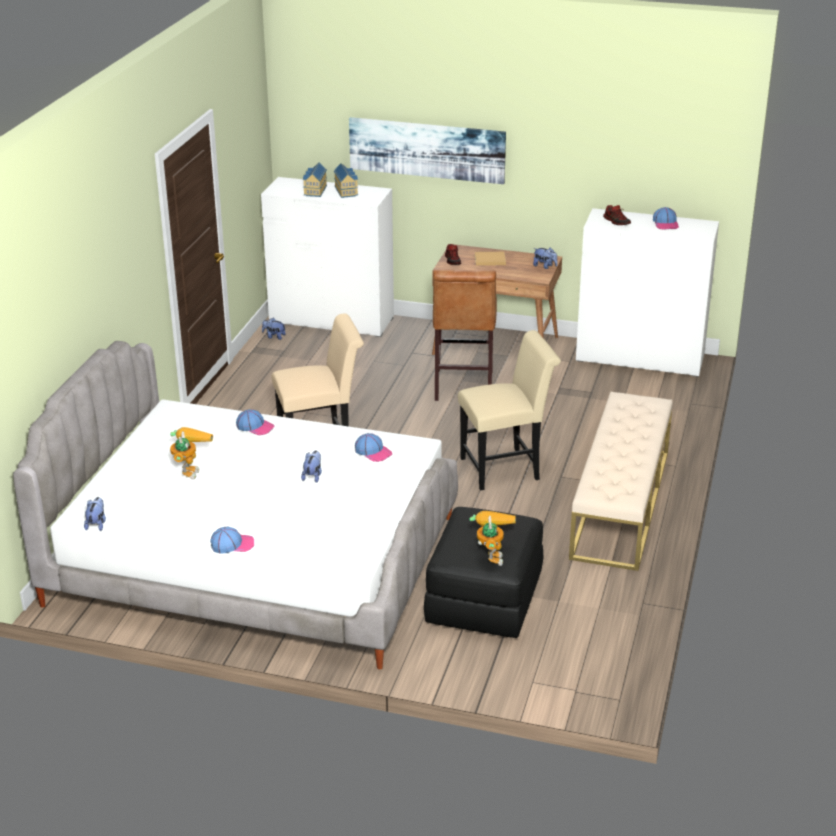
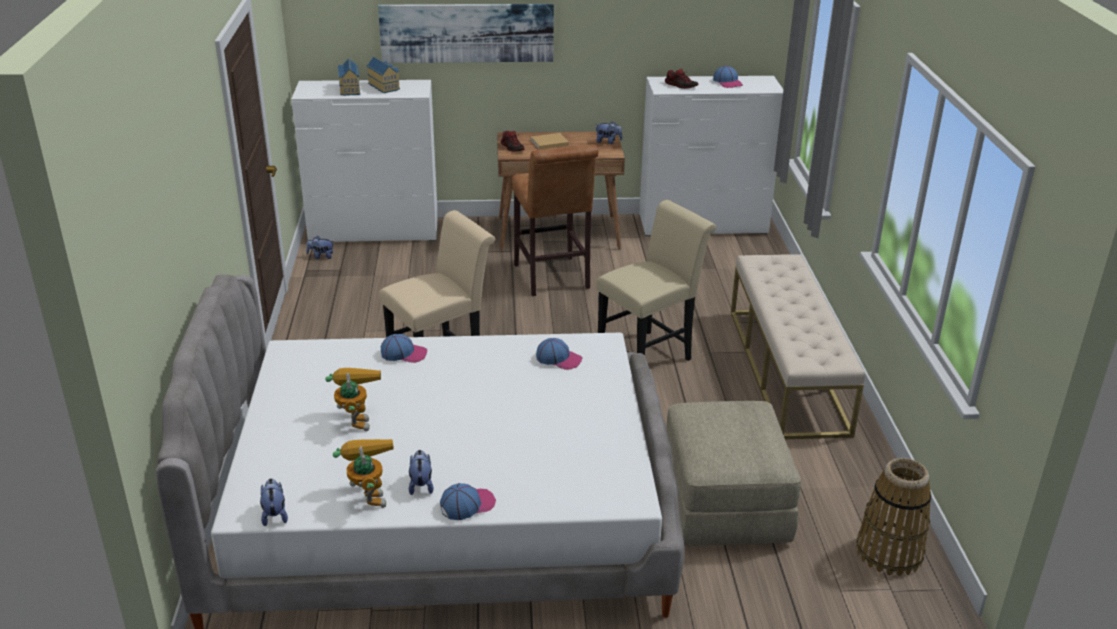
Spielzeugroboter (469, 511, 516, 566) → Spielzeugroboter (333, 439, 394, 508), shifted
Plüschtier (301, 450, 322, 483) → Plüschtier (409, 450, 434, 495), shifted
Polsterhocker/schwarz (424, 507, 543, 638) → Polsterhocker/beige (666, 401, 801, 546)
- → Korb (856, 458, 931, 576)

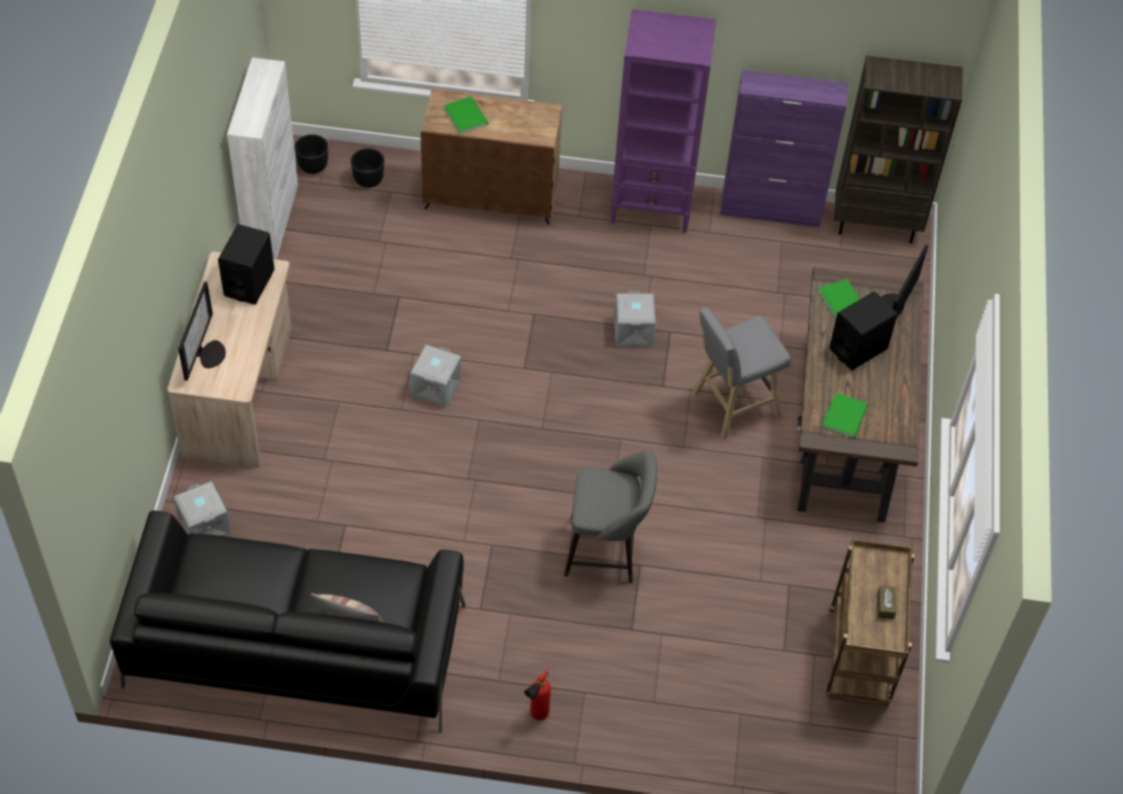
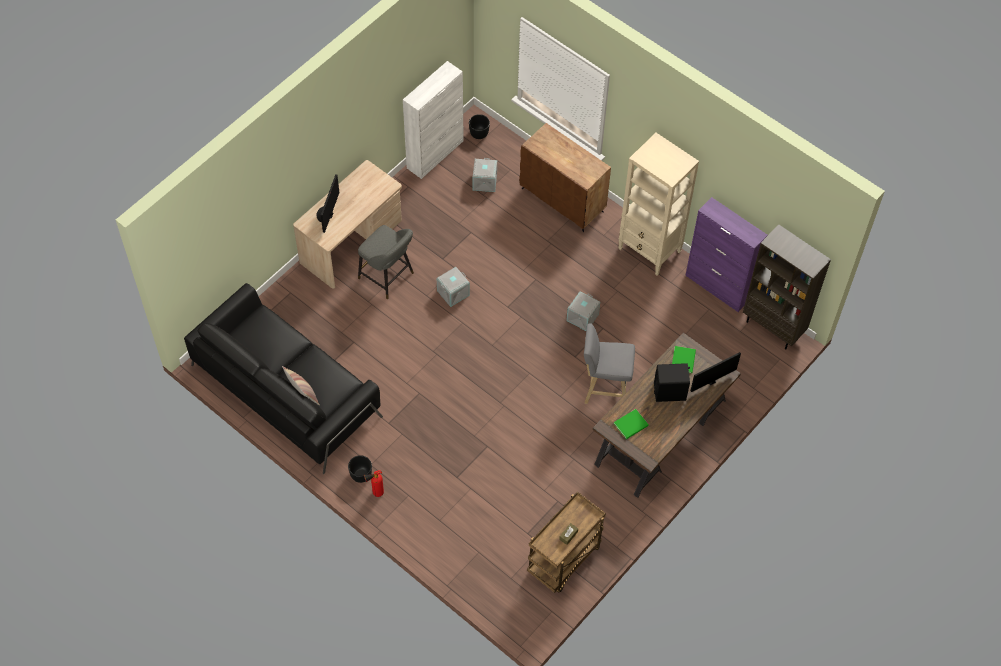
Monitor (178, 281, 226, 381) → Monitor (317, 174, 339, 233), 150 degrees clockwise
Pflanzkübel/schwarz (351, 148, 384, 188) → Pflanzkübel/schwarz (348, 455, 372, 483), shifted
Hocker/grau (564, 451, 657, 583) → Hocker/grau (358, 225, 414, 299), shifted
Aufbewahrungsbox/grau (173, 481, 232, 536) → Aufbewahrungsbox/grau (473, 158, 497, 192), shifted
Bücherregal/lila (611, 9, 716, 233) → Bücherregal/beige (618, 133, 699, 276)
Lautsprecher/schwarz (218, 224, 275, 305) → -
Buch/grün (443, 96, 488, 134) → -

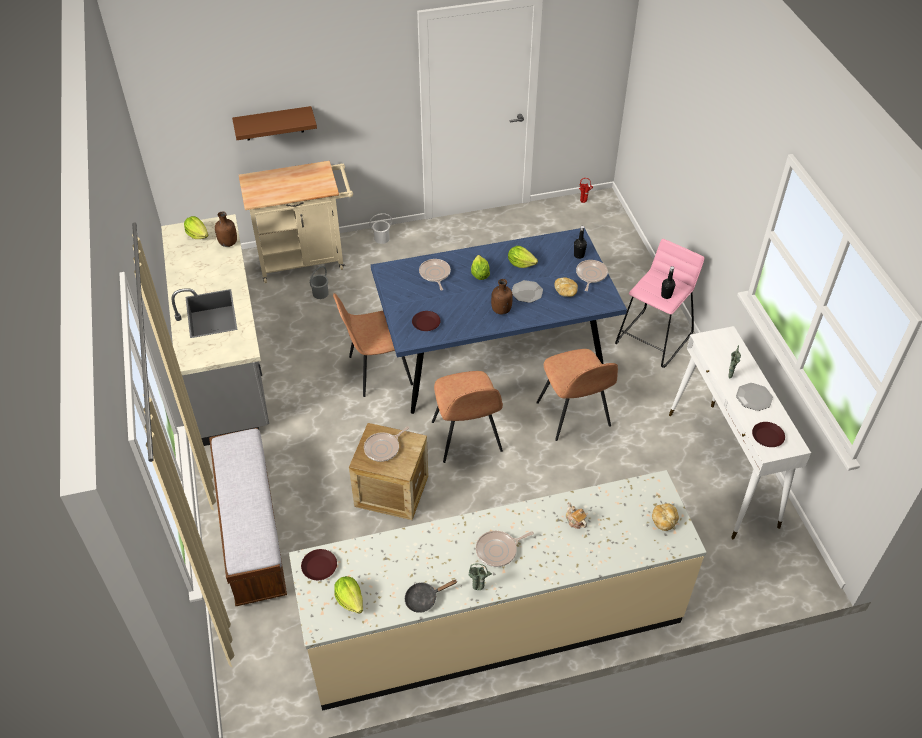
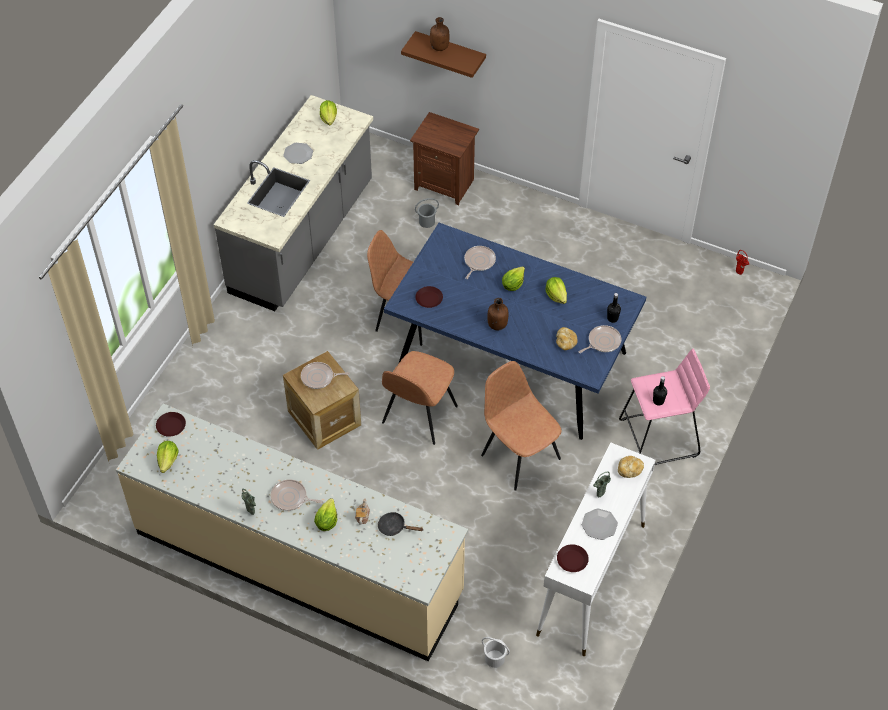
Teller (512, 280, 543, 303) → Teller (283, 143, 313, 164), shifted
- → Salatkopf (314, 498, 337, 531)
Pfanne/schwarz (405, 580, 458, 613) → Pfanne/schwarz (378, 512, 424, 536), shifted
Rollwagen/beige (239, 161, 353, 283) → Nachttisch/braun (410, 112, 479, 205)
Flasche/braun (215, 211, 237, 247) → Flasche/braun (430, 17, 449, 51), shifted
Stuhl/braun (536, 349, 618, 441) → Stuhl/braun (481, 361, 561, 491), 120 degrees clockwise
Eimer/weiß (369, 213, 392, 244) → Eimer/weiß (482, 637, 510, 668), shifted
Brot (652, 503, 679, 531) → Brot (618, 456, 644, 478), shifted
Bank (209, 428, 287, 606) → -

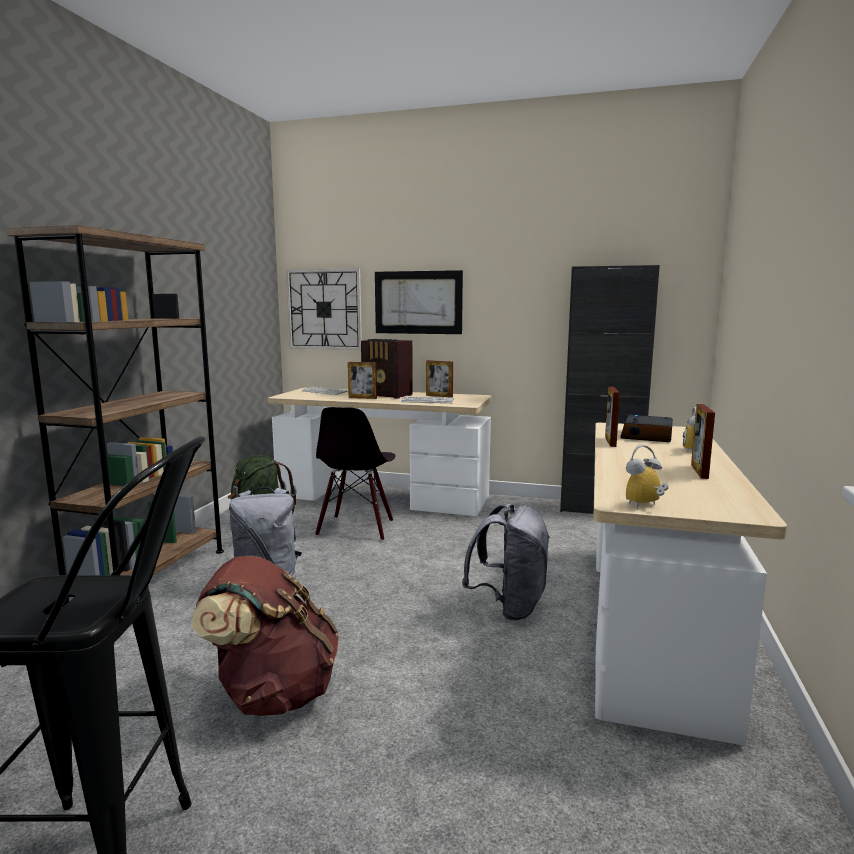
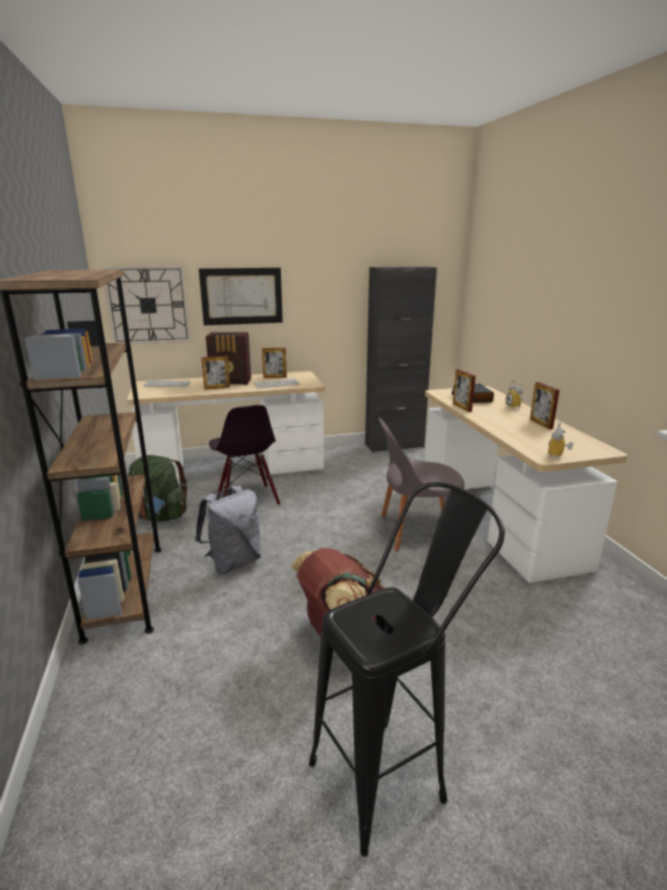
Rucksack/grau (462, 504, 550, 621) → Stuhl/grau (379, 418, 465, 552)

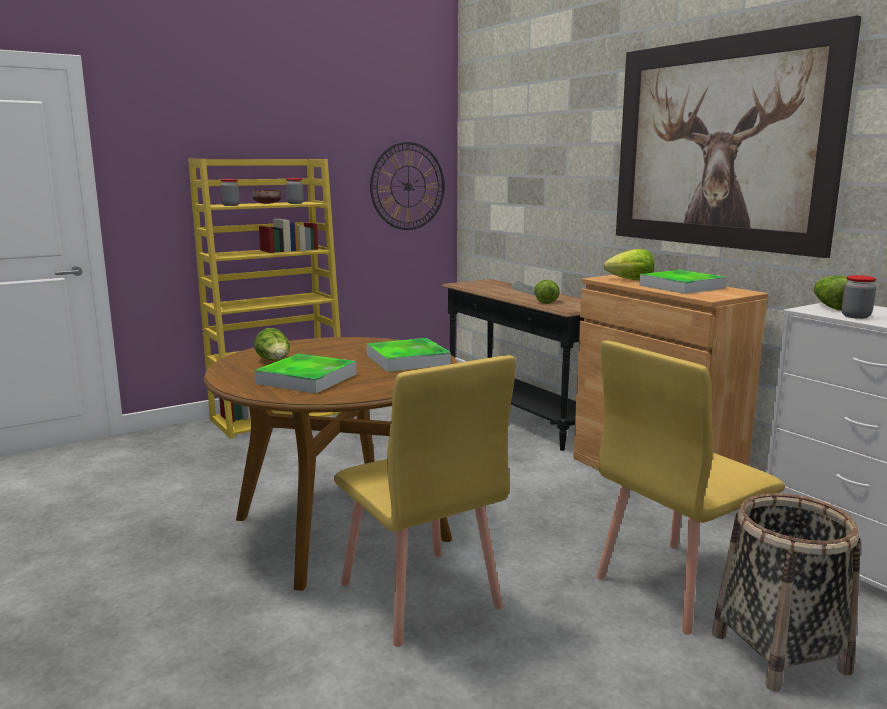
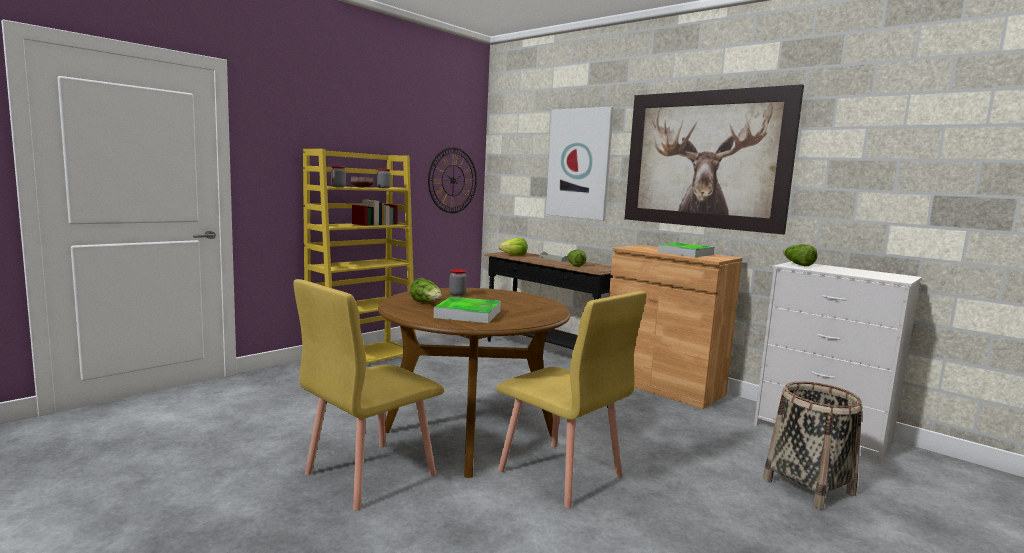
Stuhl/gelb (596, 341, 785, 634) → Stuhl/gelb (293, 279, 444, 510), shifted
Vorratsglas (841, 275, 876, 319) → Vorratsglas (449, 269, 467, 296), shifted
Salatkopf (604, 249, 654, 280) → Salatkopf (499, 238, 527, 256), shifted
- → Bild (546, 107, 614, 220)
Tablett (367, 338, 451, 372) → -

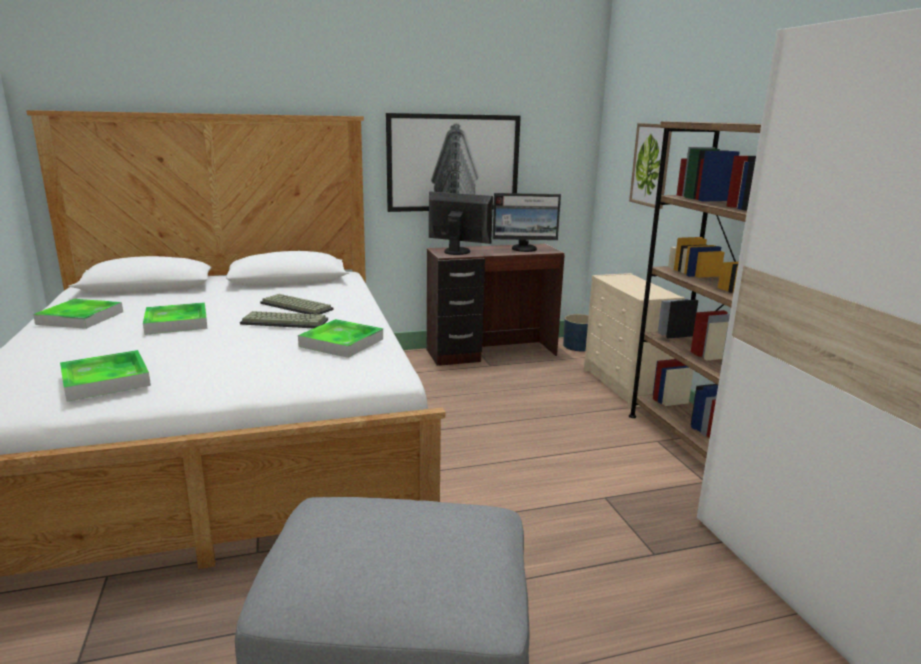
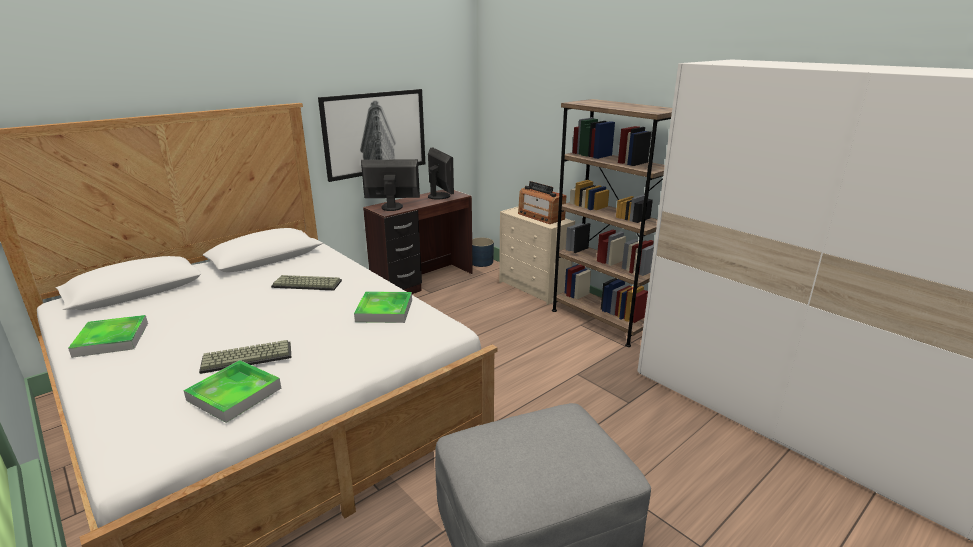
Tastatur (240, 311, 328, 328) → Tastatur (199, 340, 291, 374), shifted
Monitor (492, 193, 561, 252) → Monitor (428, 147, 454, 199), 90 degrees counterclockwise
- → Radio (518, 181, 566, 224)
Tablett (143, 302, 207, 335) → -
Bild (629, 123, 672, 209) → -

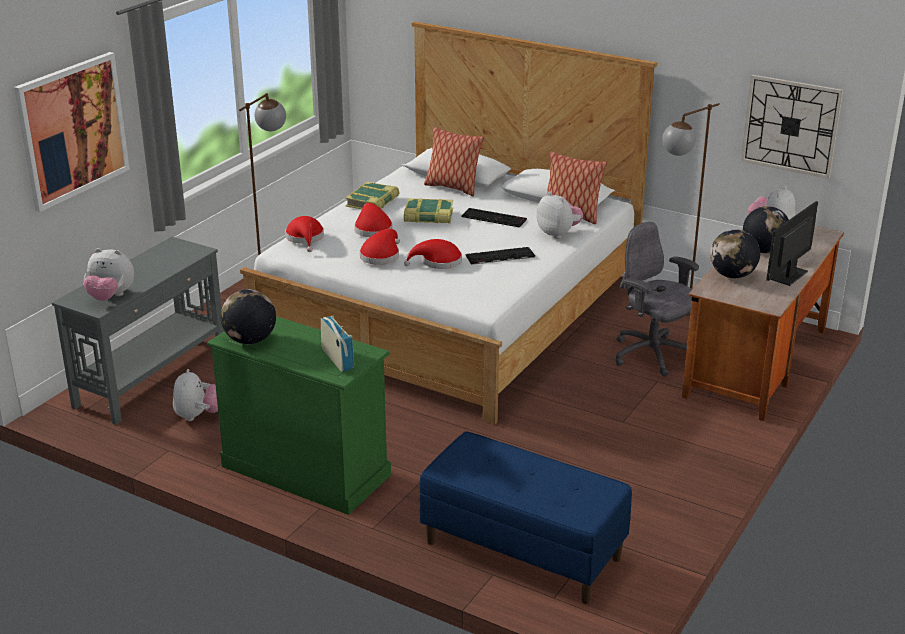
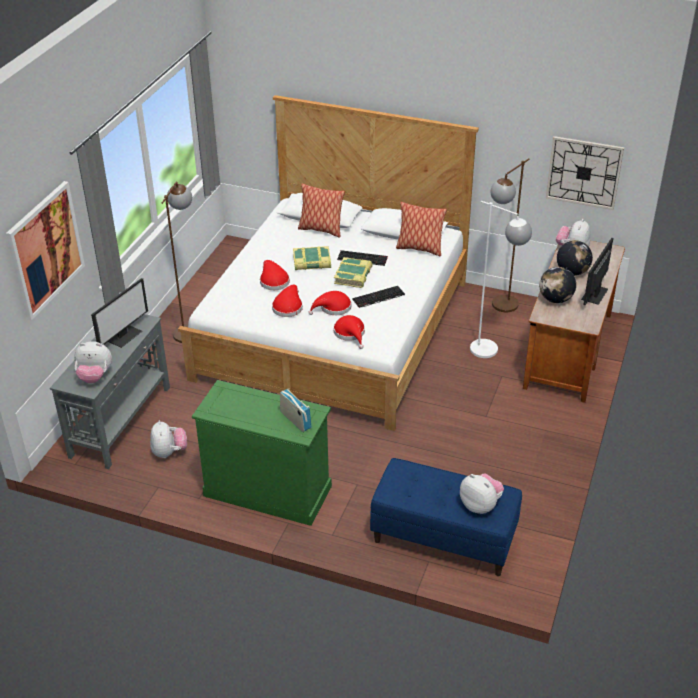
- → Monitor (91, 278, 148, 348)
Hut/rot (285, 216, 324, 252) → Hut/rot (333, 315, 365, 349), shifted
Buch (345, 182, 399, 209) → Buch (334, 257, 373, 288), shifted
Plüschtier (536, 192, 583, 239) → Plüschtier (460, 473, 504, 514), shifted
Bürostuhl/grau (616, 222, 699, 377) → Stehlampe/weiß (470, 201, 532, 358)
Globus (221, 289, 276, 344) → -

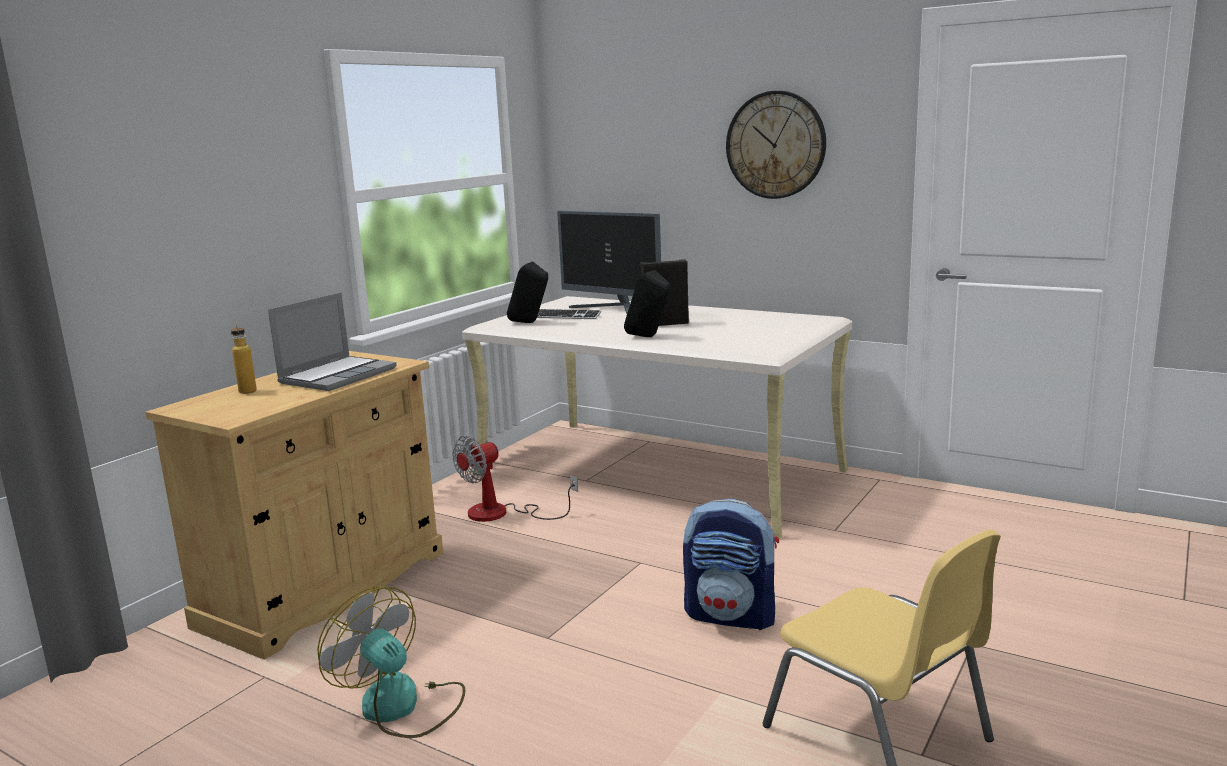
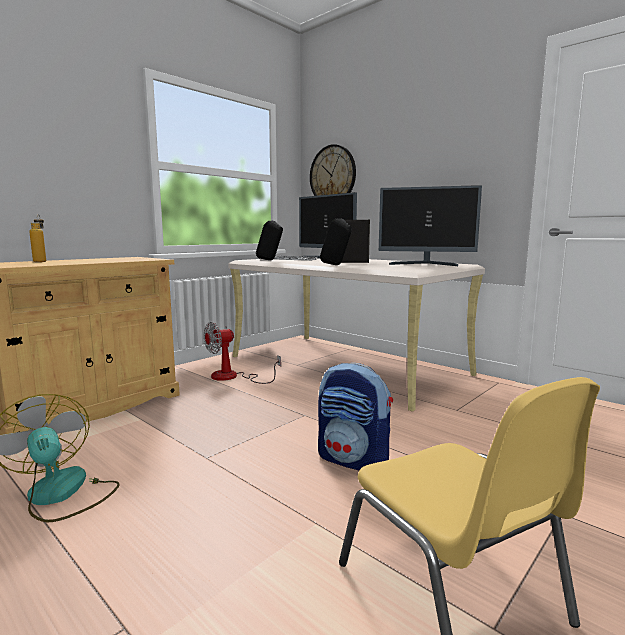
Wanduhr (726, 91, 826, 199) → Wanduhr (310, 144, 356, 196), shifted
- → Monitor (379, 185, 482, 266)
Laptop (268, 292, 397, 391) → -

